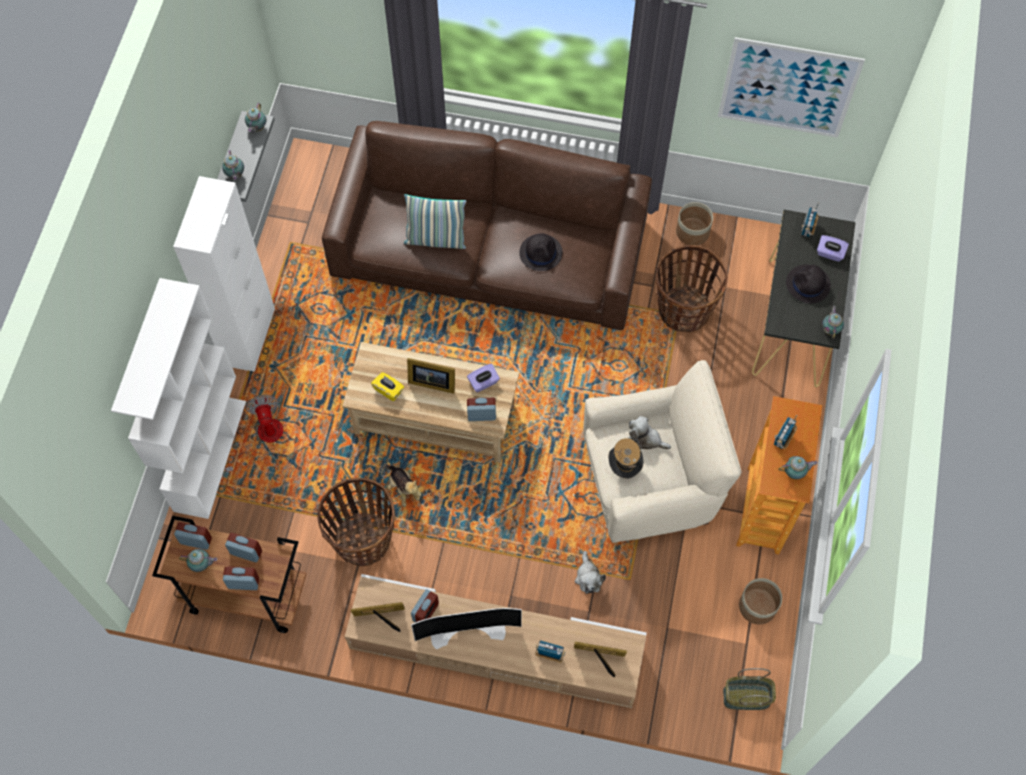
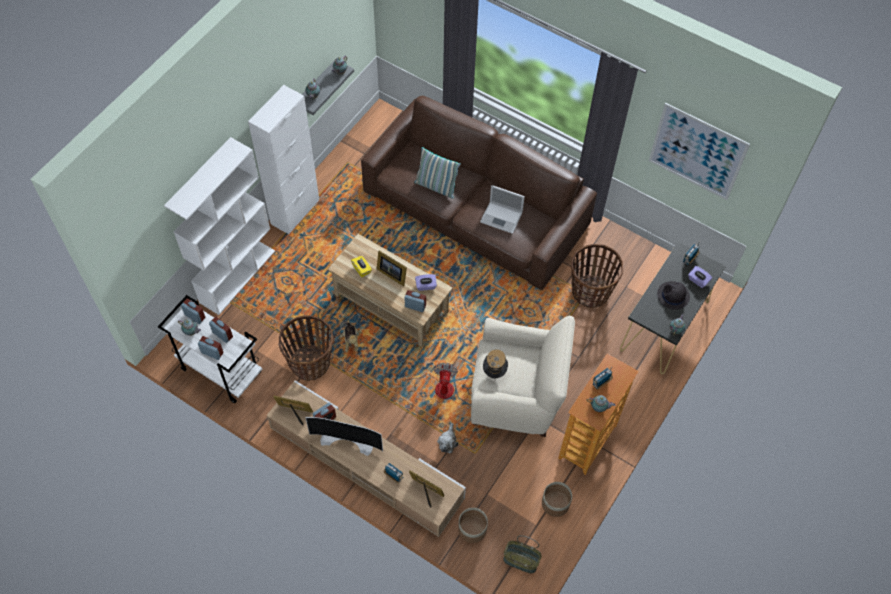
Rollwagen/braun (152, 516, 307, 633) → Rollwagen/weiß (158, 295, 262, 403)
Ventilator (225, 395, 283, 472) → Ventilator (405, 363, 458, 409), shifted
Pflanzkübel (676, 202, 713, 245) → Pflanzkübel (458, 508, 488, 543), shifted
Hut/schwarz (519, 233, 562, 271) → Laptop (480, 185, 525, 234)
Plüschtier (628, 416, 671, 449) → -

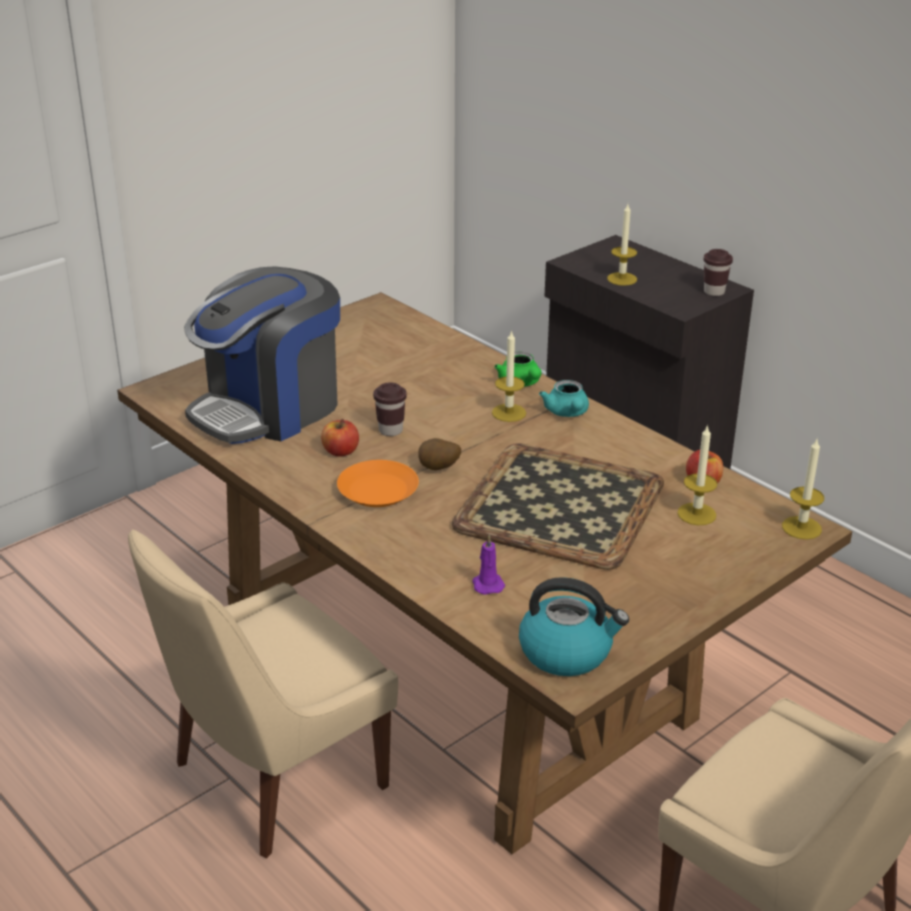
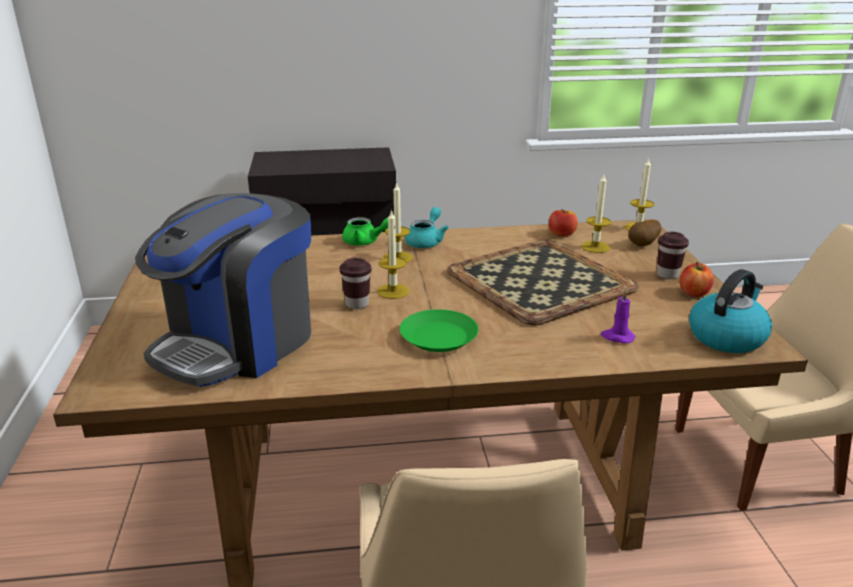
Kaffeemaschine (184, 266, 340, 444) → Kaffeemaschine (135, 193, 311, 387), 45 degrees clockwise
Kerze (607, 204, 637, 286) → Kerze (377, 209, 409, 299), shifted
Teller/orange (337, 460, 419, 507) → Teller/grün (400, 309, 479, 352)
Teekanne/türkis (539, 380, 589, 417) → Teekanne/türkis (405, 207, 449, 248), 90 degrees counterclockwise
Kartoffel (418, 438, 461, 470) → Kartoffel (628, 220, 661, 246), shifted
Tasse/braun (703, 249, 733, 296) → Tasse/braun (657, 232, 689, 279), shifted
Apfel (321, 419, 359, 457) → Apfel (680, 262, 714, 297), shifted

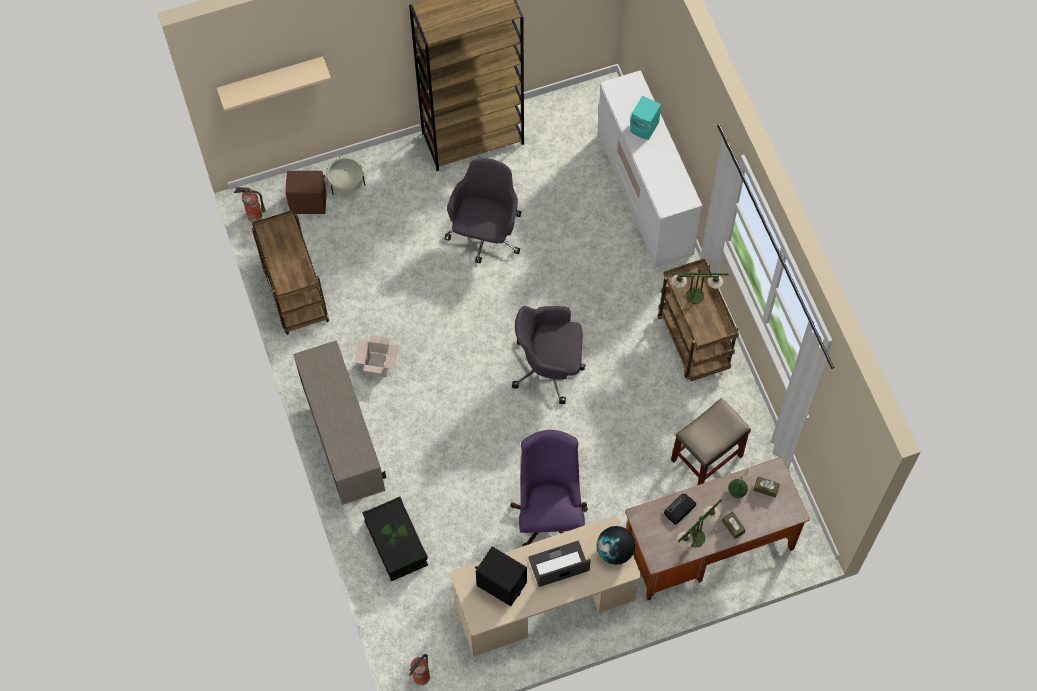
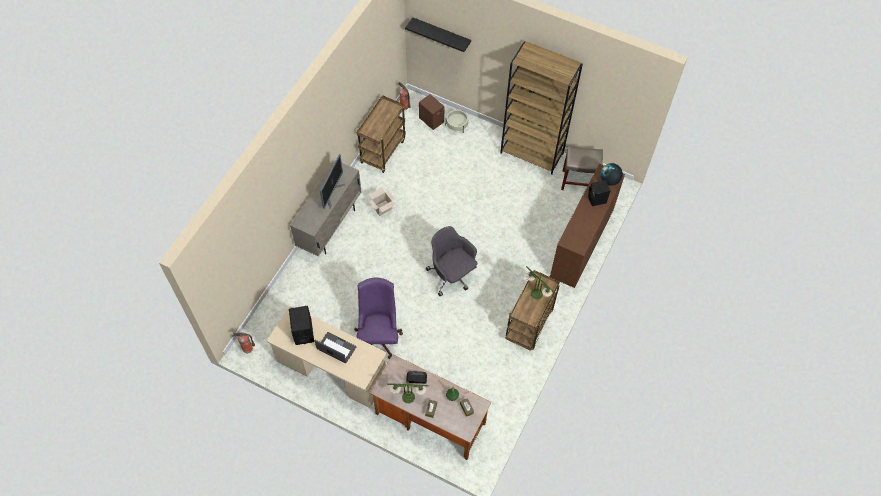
- → Monitor (320, 154, 345, 209)
Bürostuhl/lila (511, 430, 588, 547) → Bürostuhl/lila (354, 278, 403, 359), 45 degrees counterclockwise
Wandregal/beige (217, 56, 331, 111) → Wandregal/schwarz (405, 17, 471, 52)
Kommode/weiß (597, 70, 702, 268) → Kommode/braun (550, 164, 625, 288)
Hocker/beige (671, 398, 751, 485) → Hocker/beige (561, 146, 603, 190), shifted
Lautsprecher/türkis (630, 96, 661, 140) → Lautsprecher/schwarz (588, 180, 610, 206)
Globus (597, 526, 635, 565) → Globus (600, 163, 623, 186), shifted
Aufbewahrungsbox/schwarz (362, 497, 428, 581) → -
Bürostuhl/grau (445, 158, 521, 263) → -

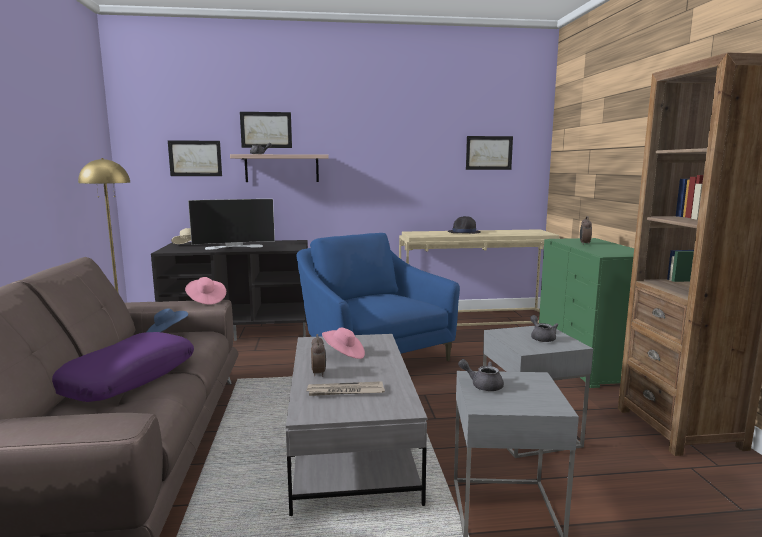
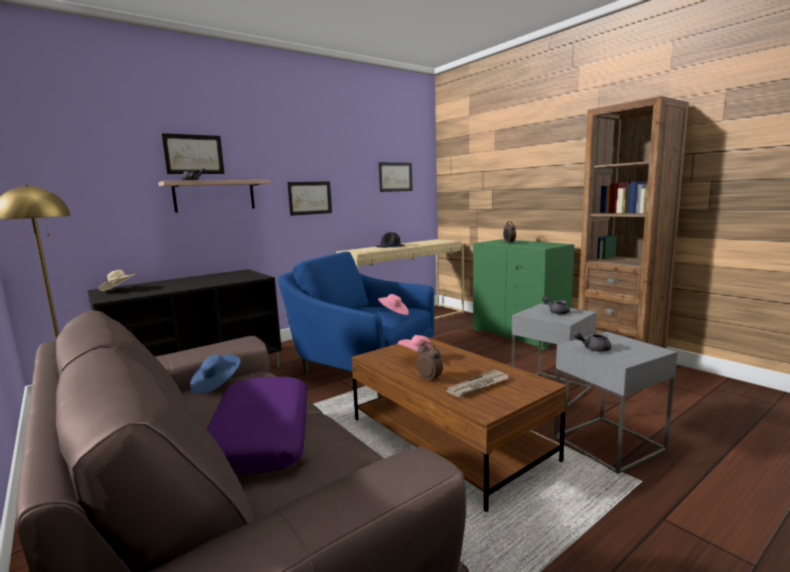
Bild (168, 140, 222, 176) → Bild (287, 181, 332, 216), shifted
Couchtisch/grau (286, 334, 427, 516) → Couchtisch/braun (352, 336, 567, 512)
Hut/rosa (185, 277, 226, 305) → Hut/rosa (378, 294, 409, 315), shifted
Fernseher (188, 199, 275, 250) → -

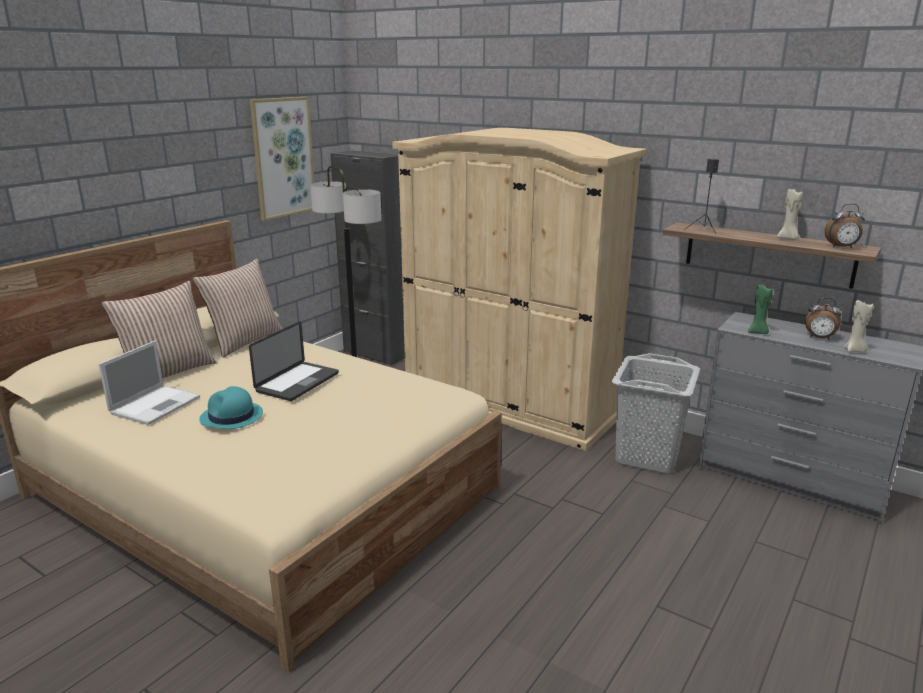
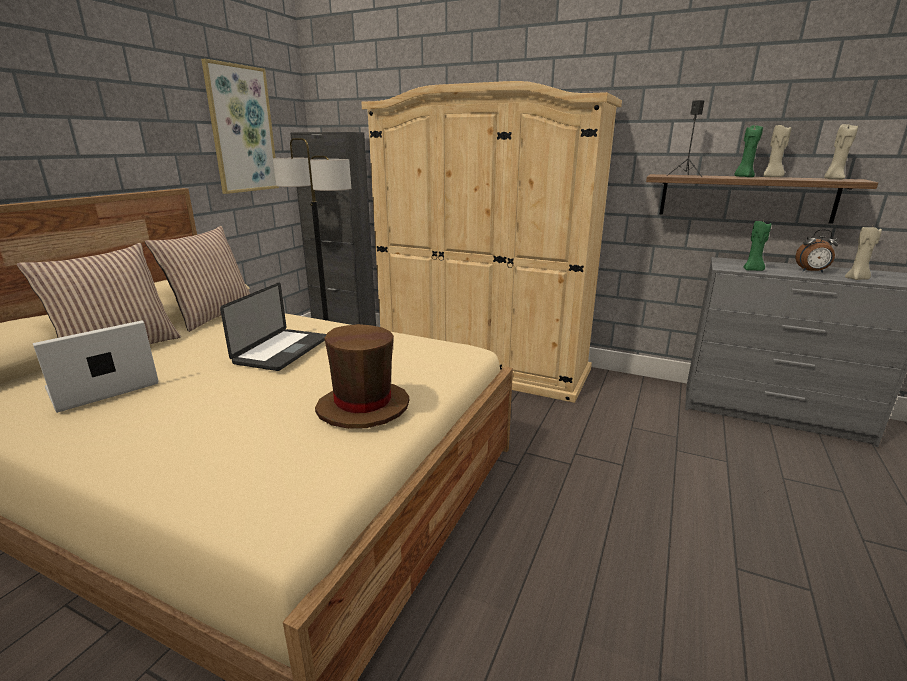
Laptop (99, 341, 200, 425) → Laptop (33, 320, 159, 413), 150 degrees counterclockwise
- → Hut/braun (315, 324, 409, 429)
- → Kerze/grün (734, 124, 763, 177)
Wecker (825, 204, 865, 248) → Kerze/beige (824, 123, 858, 180)
Hut/türkis (199, 386, 263, 429) → -
Wäschekorb/grau (612, 353, 700, 474) → -

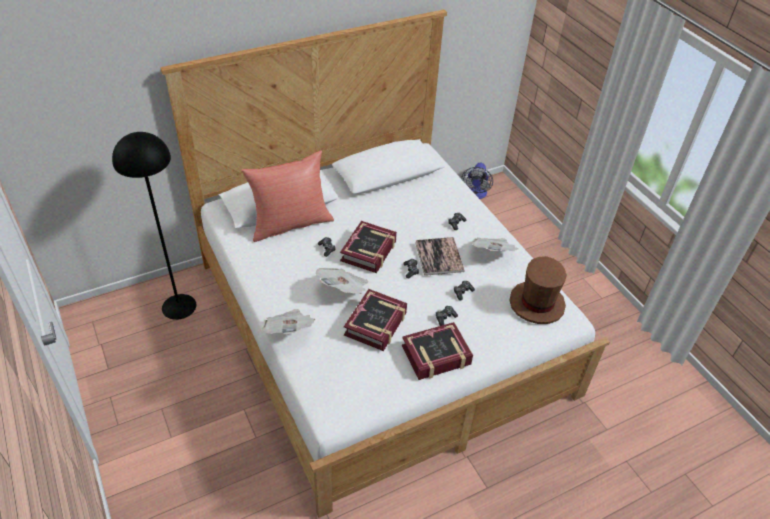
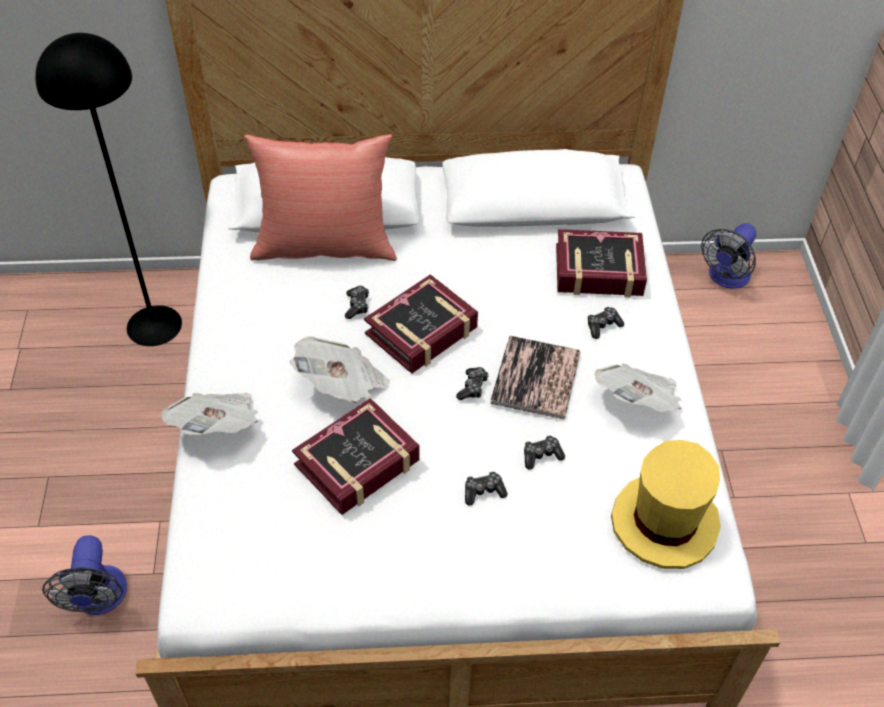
- → Ventilator (42, 535, 127, 615)
Buch (402, 322, 473, 380) → Buch (556, 229, 647, 297), shifted
Hut/braun (509, 256, 567, 324) → Hut/gelb (611, 440, 721, 569)

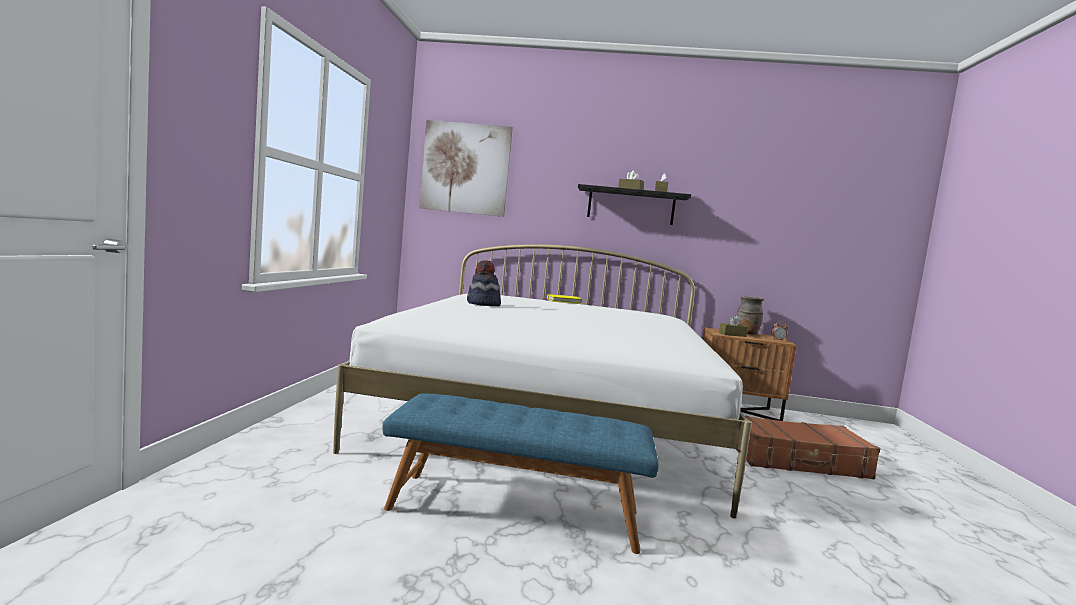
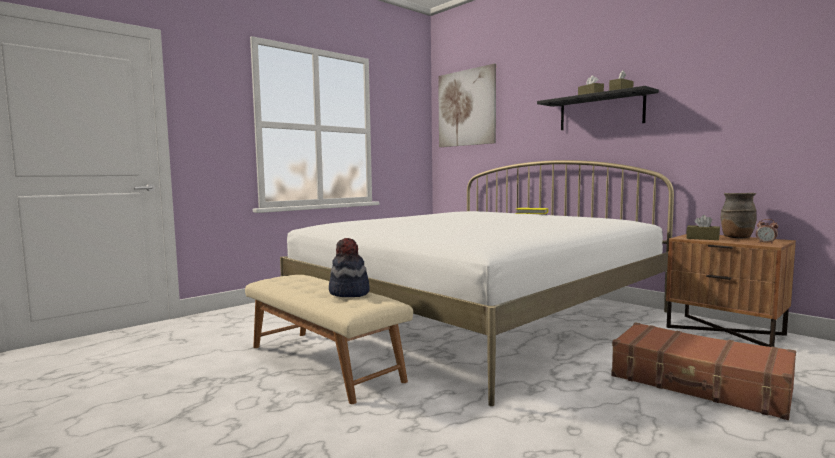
Bank/blau (382, 393, 659, 554) → Bank/beige (245, 275, 413, 404)
Hut (467, 260, 501, 306) → Hut (329, 238, 370, 297), shifted

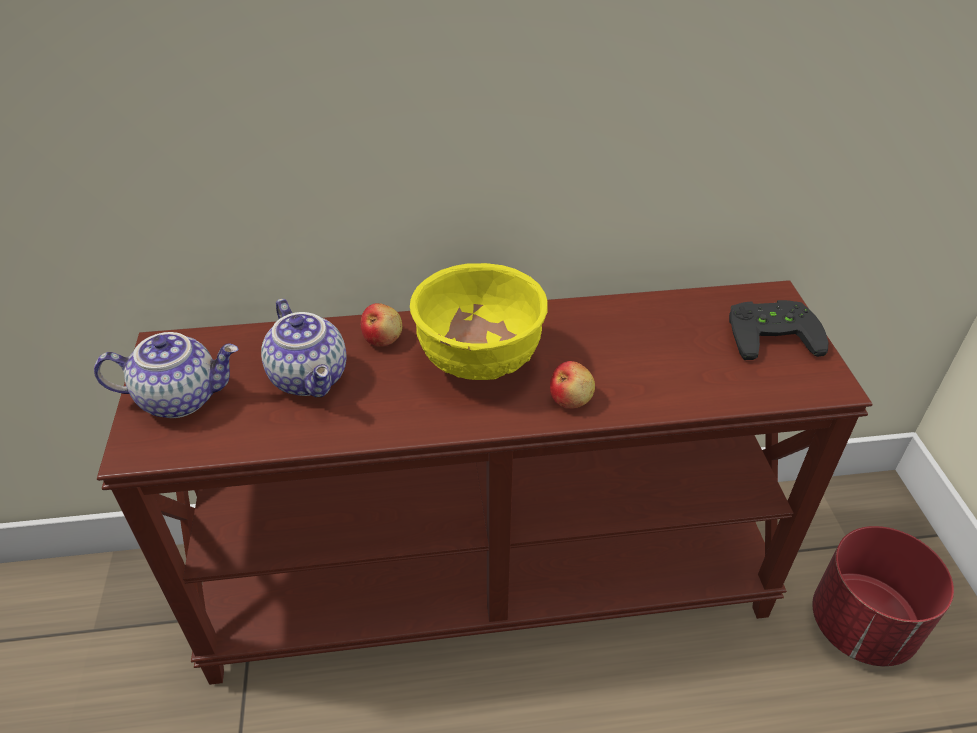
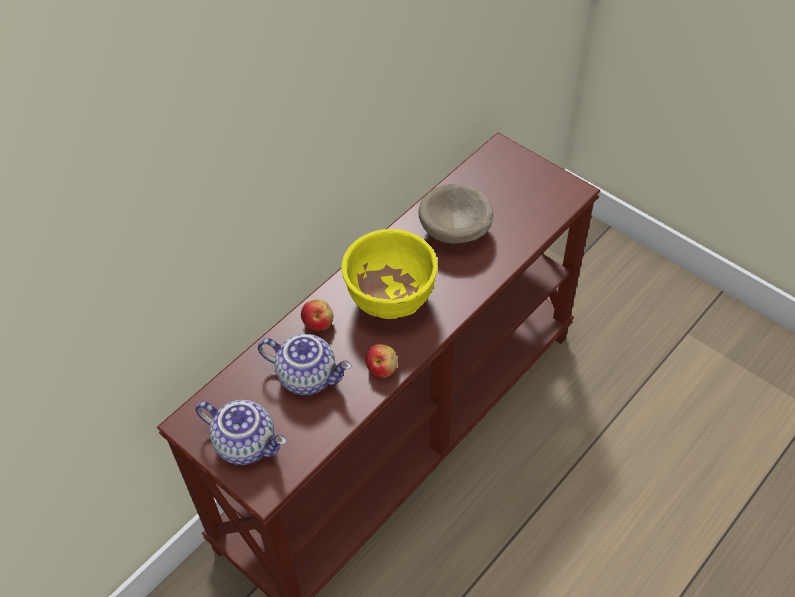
Teekanne (94, 332, 239, 418) → Teekanne (195, 400, 286, 465), 75 degrees clockwise
Apfel (550, 361, 595, 409) → Apfel (365, 344, 398, 378), shifted
- → Schüssel/beige (418, 183, 494, 244)
Gamepad/schwarz (729, 300, 828, 360) → -
Pflanzkübel/rot (812, 526, 954, 666) → -

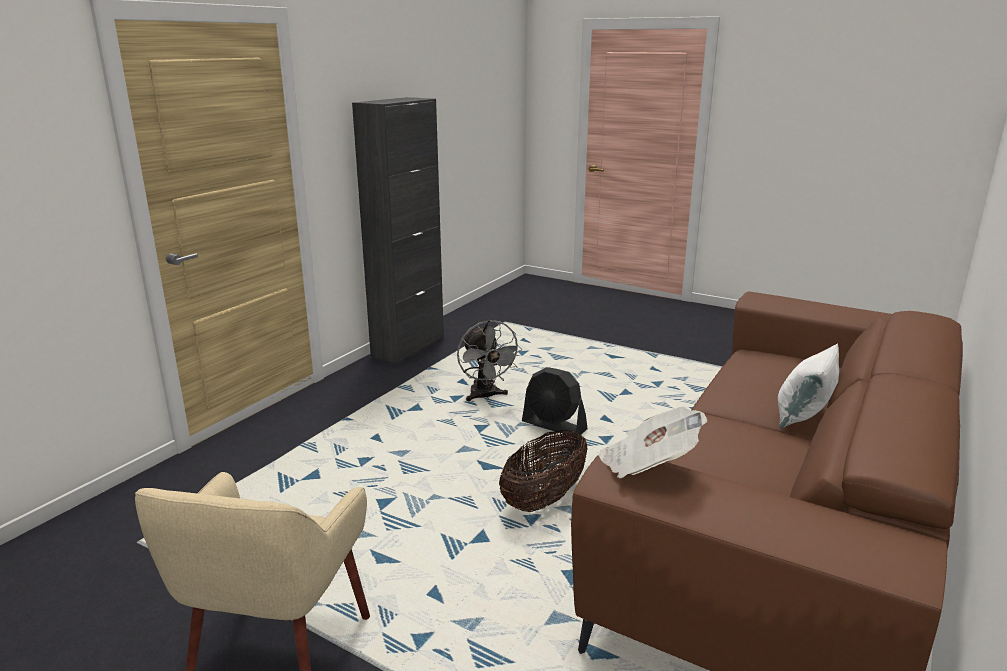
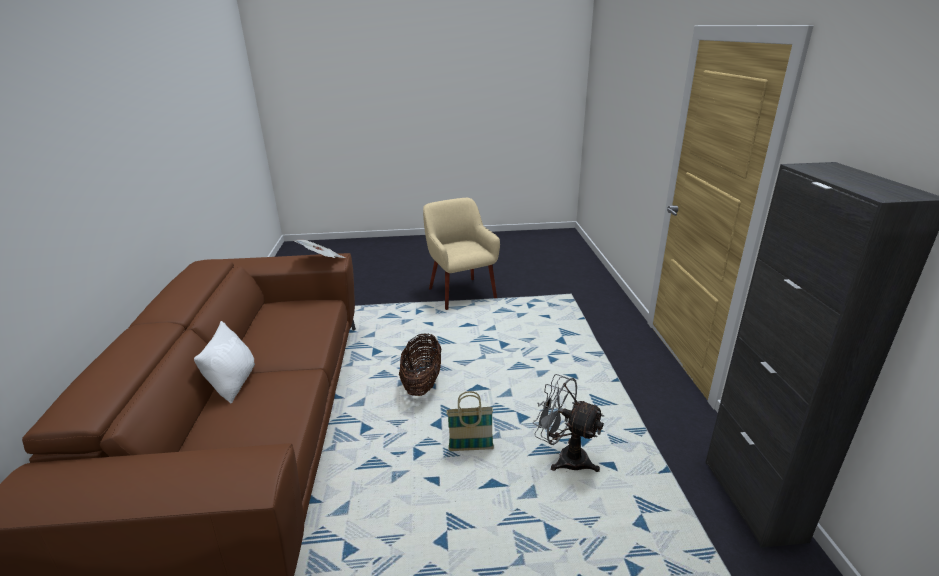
Ventilator/schwarz (522, 367, 587, 435) → Korb (447, 391, 494, 451)

